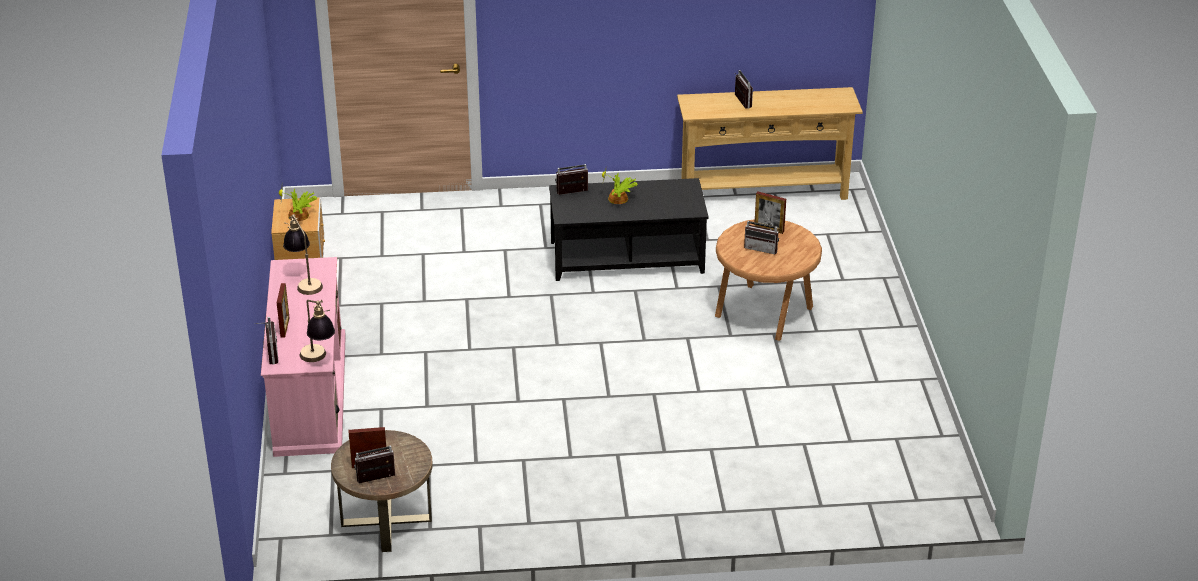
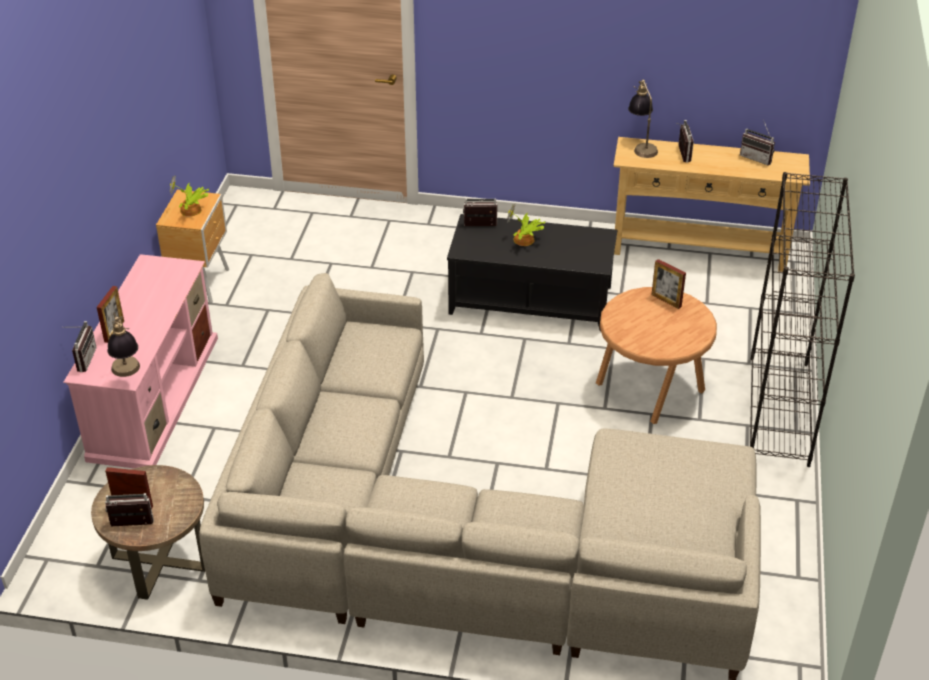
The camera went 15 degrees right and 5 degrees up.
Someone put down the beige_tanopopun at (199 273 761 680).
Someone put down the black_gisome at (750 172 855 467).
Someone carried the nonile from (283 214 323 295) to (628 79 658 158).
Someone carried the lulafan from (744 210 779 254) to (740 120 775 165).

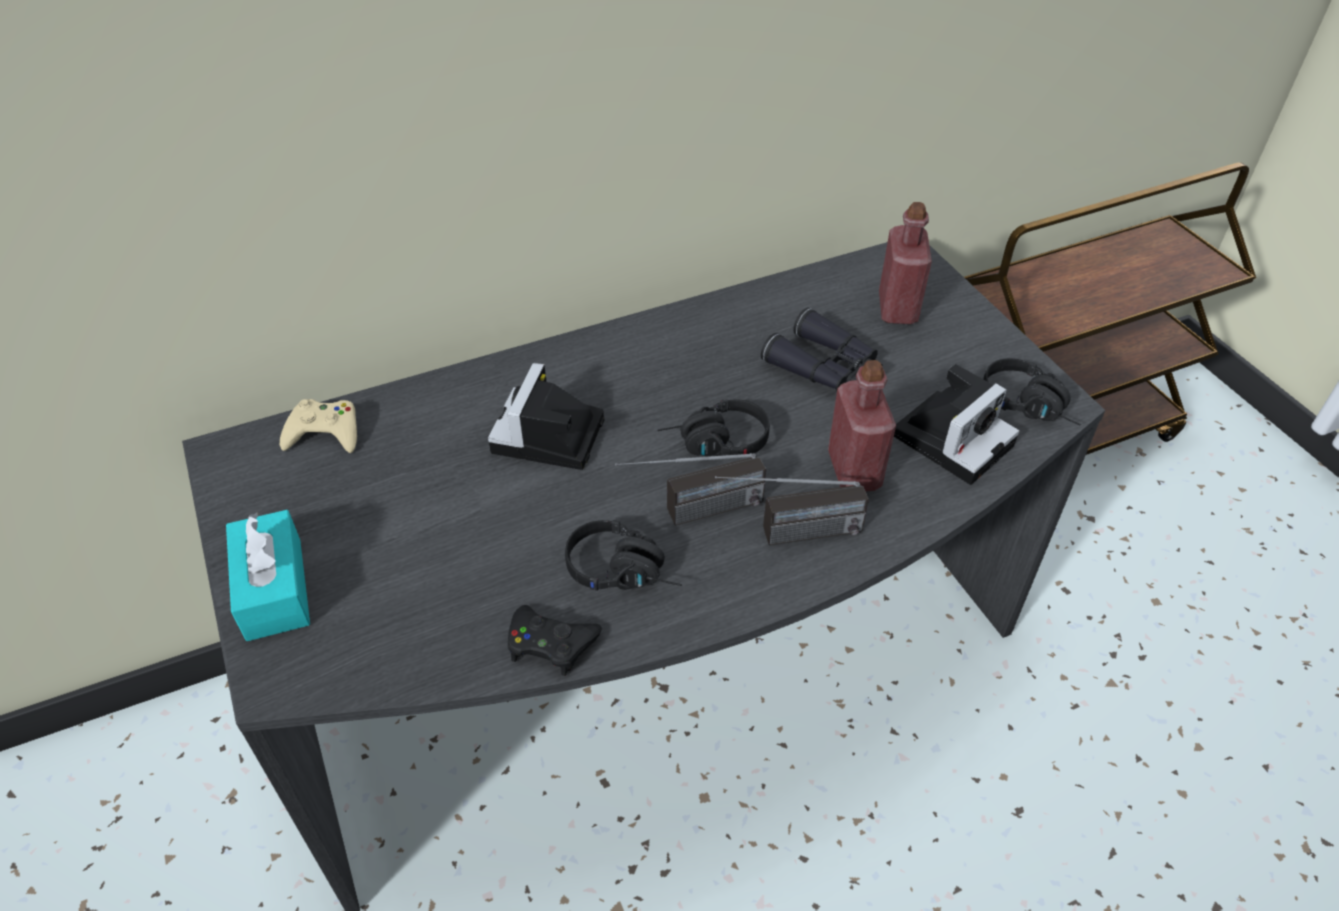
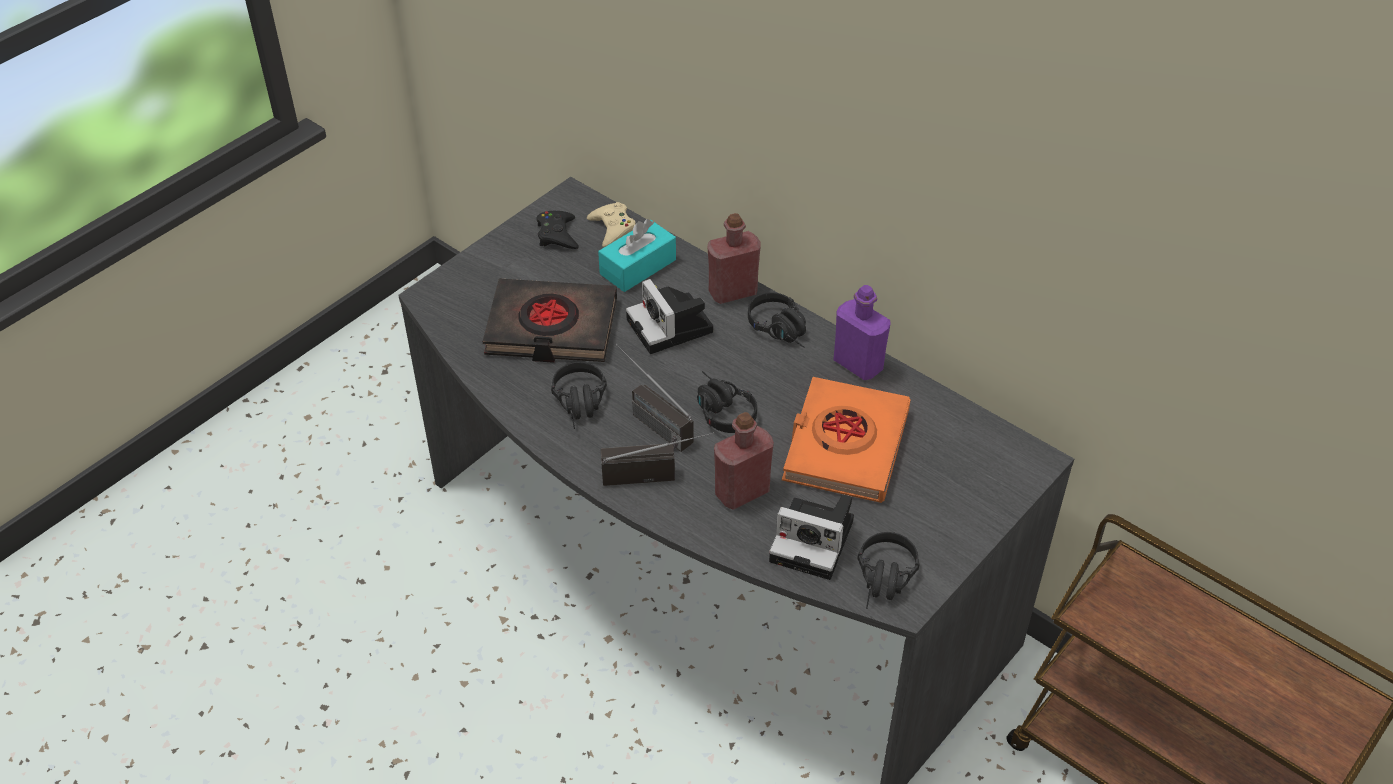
The camera went 65 degrees right and 0 degrees up.
Someone put down the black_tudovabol at (483 279 617 363).
Someone put down the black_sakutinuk at (748 292 806 348).
Someone put down the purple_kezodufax at (833 285 891 380).
Someone carried the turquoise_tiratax from (226 510 310 641) to (598 219 676 292).
Someone carried the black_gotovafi from (508 605 602 676) to (536 211 579 249).
Someone carried the red_kezodufax from (879 202 932 324) to (708 213 761 304).
Someone swapped the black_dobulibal at (761 308 882 391) for the orange_tudovabol at (782 377 911 503).
Someone rotated the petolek at (488 363 604 470) by 105 degrees counterclockwise.
Someone rotated the lulafan at (715 476 869 545) by 120 degrees clockwise.

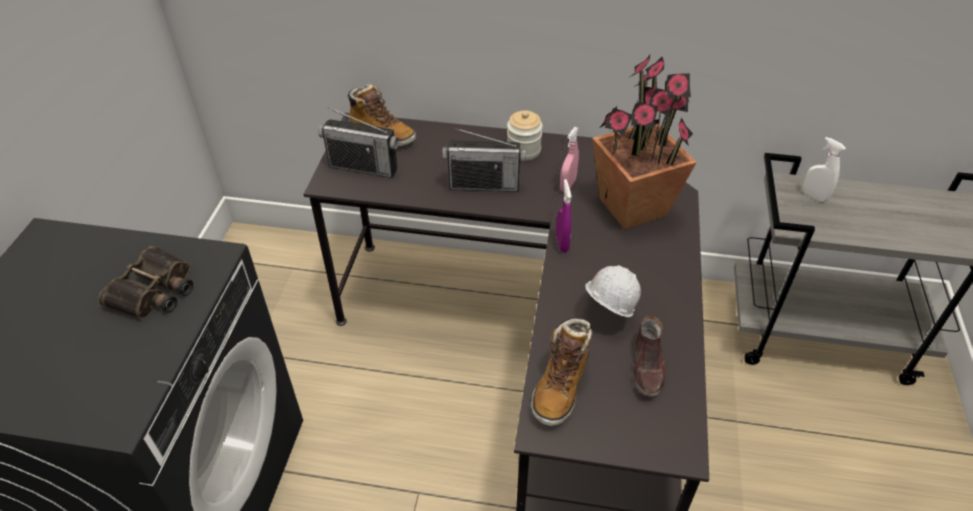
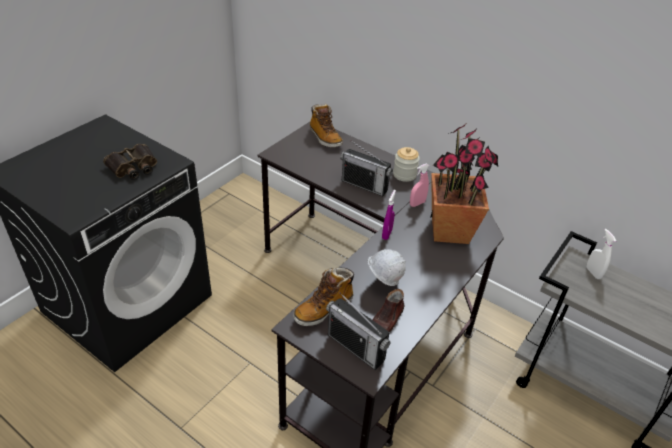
The camera went 25 degrees right and 5 degrees down.
Someone carried the lulafan from (318 107 399 178) to (326 292 391 370).

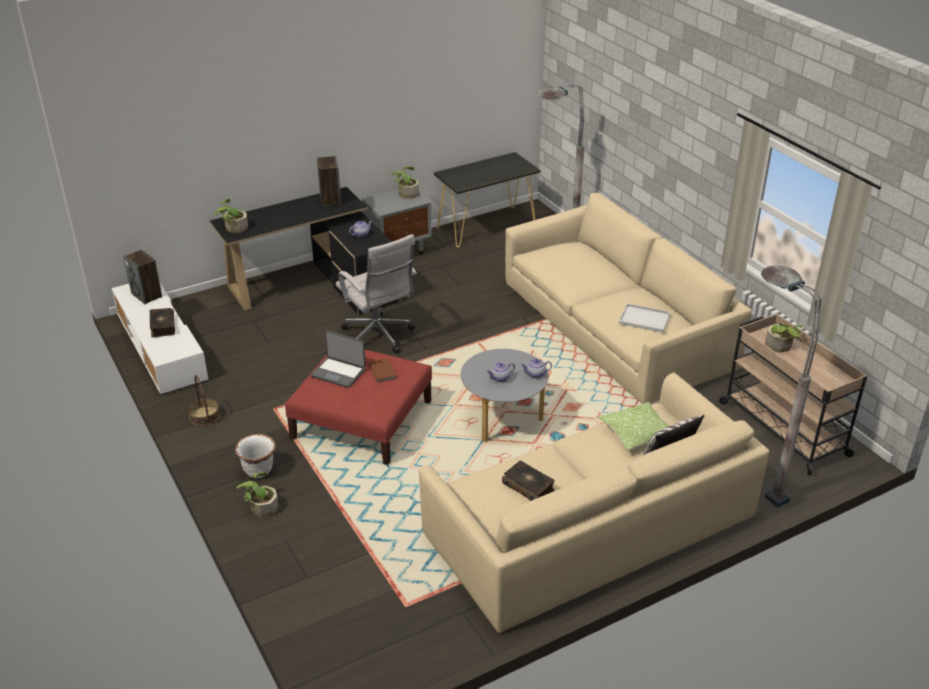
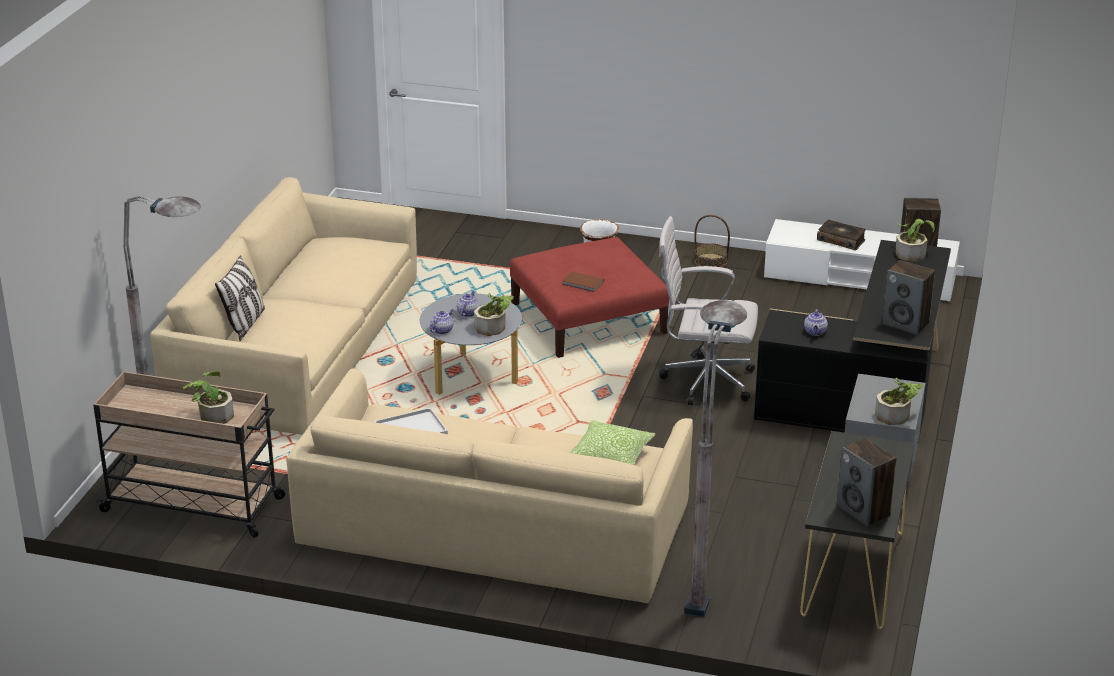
The camera went 135 degrees right and 5 degrees down.
Someone took away the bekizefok at (310 330 366 388).
Someone took away the tudovabol at (502 461 555 501).
Someone put down the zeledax at (837 438 896 527).
Someone carried the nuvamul from (237 472 279 518) to (474 293 514 336).
Someone carried the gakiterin from (598 402 669 450) to (570 420 655 465).

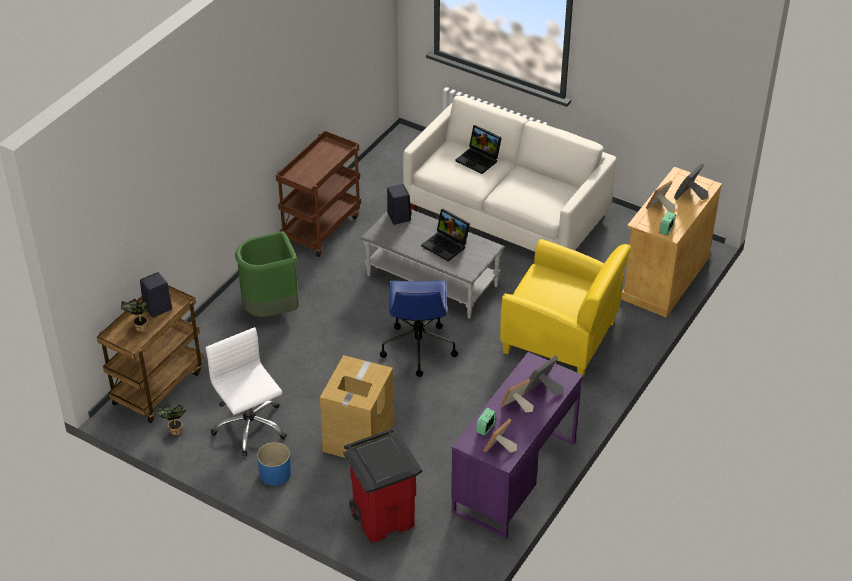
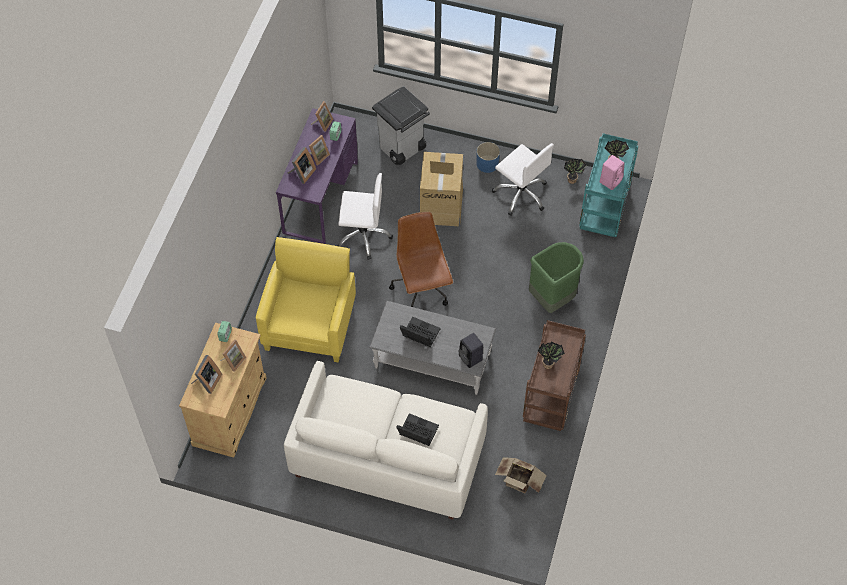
The camera went 165 degrees right and 15 degrees up.
Someone put down the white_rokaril at (337 173 393 260).
Someone put down the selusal at (495 457 547 493).
Someone put down the nuvamul at (538 341 565 369).
Someone repainted the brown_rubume at (97 285 204 423), which became the turquoise_rubume at (579 133 638 237).
Someone repainted the black_zeledax at (140 272 172 317), which became the pink_zeledax at (600 155 624 190).
Someone repainted the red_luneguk at (344 429 422 543), which became the grey_luneguk at (372 86 430 165).
Someone repainted the blue_rokaril at (380 280 458 377), which became the brown_rokaril at (389 212 453 307).
Someone rotated the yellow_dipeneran at (500 239 631 377) by 90 degrees clockwise.

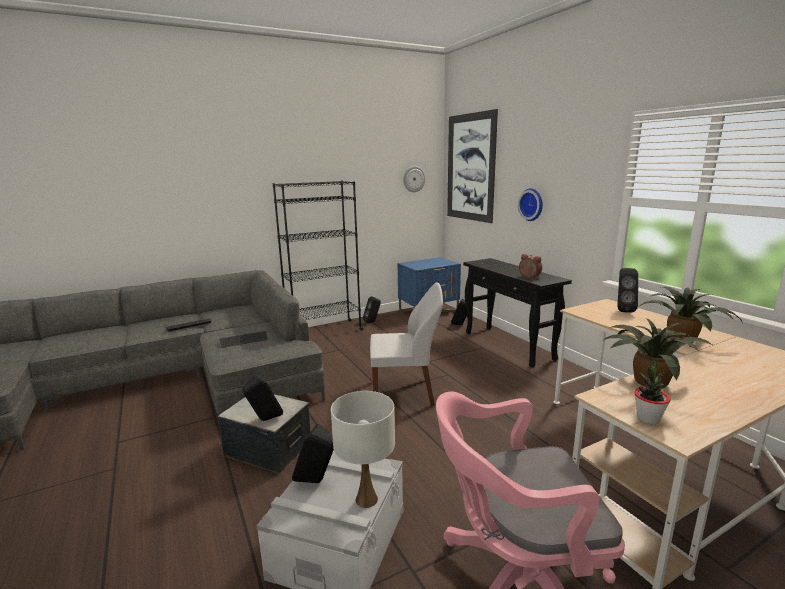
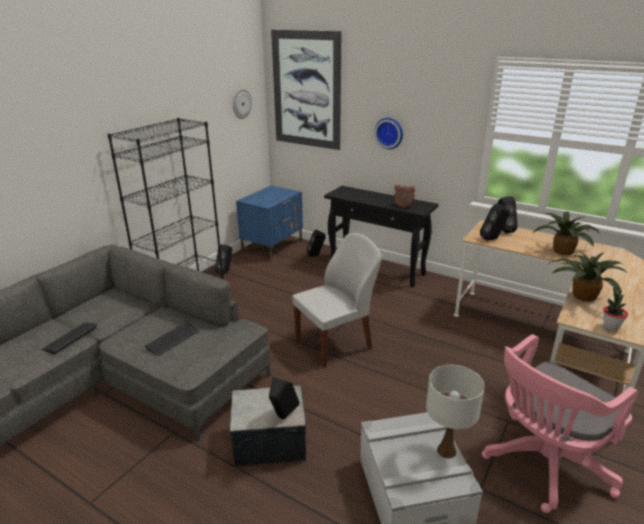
The camera went 30 degrees left and 10 degrees up.
Someone carried the black_zeledax from (292 424 334 483) to (480 203 510 241).

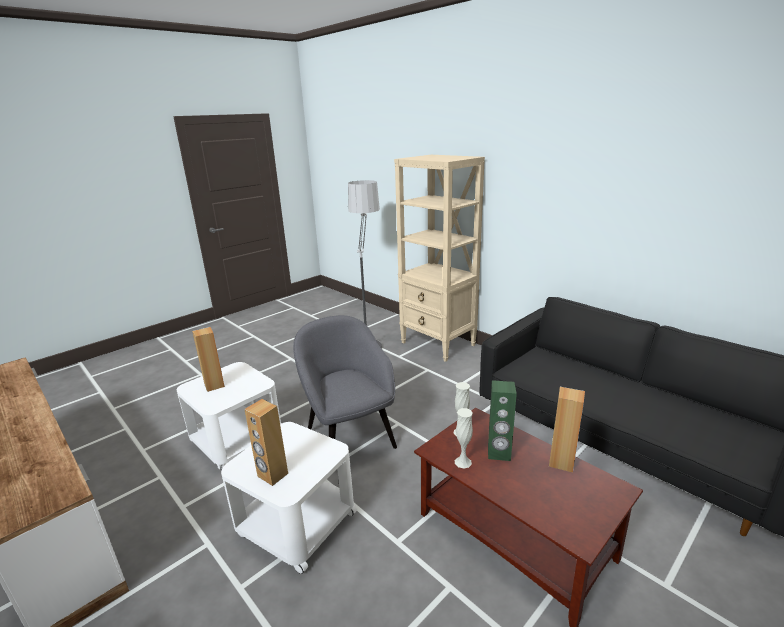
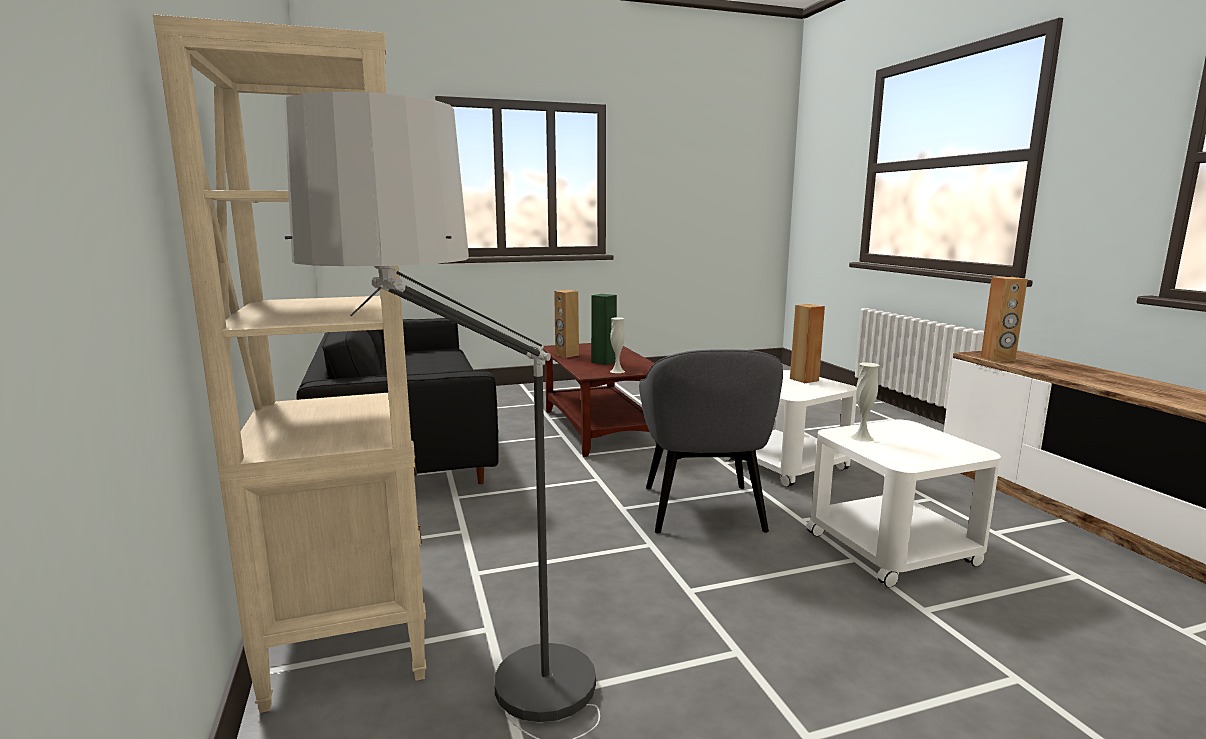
The camera went 155 degrees left and 10 degrees down.
Someone carried the brown_zeledax from (192 327 225 392) to (981 277 1028 361).
Someone carried the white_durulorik from (455 408 473 469) to (851 362 880 442).

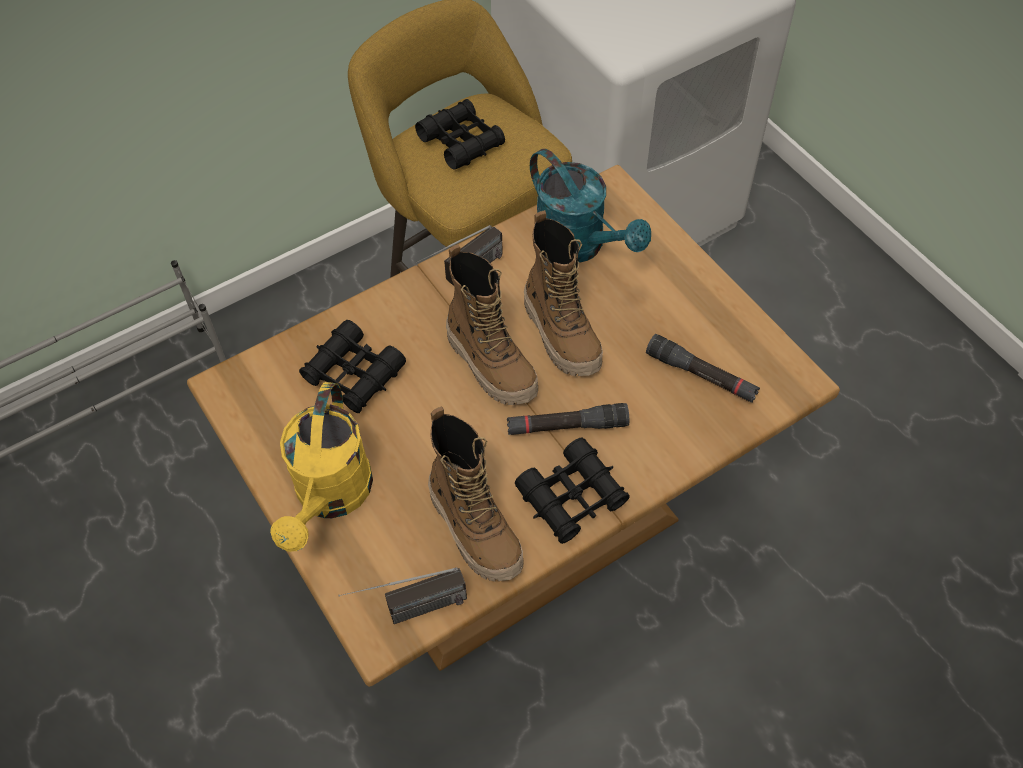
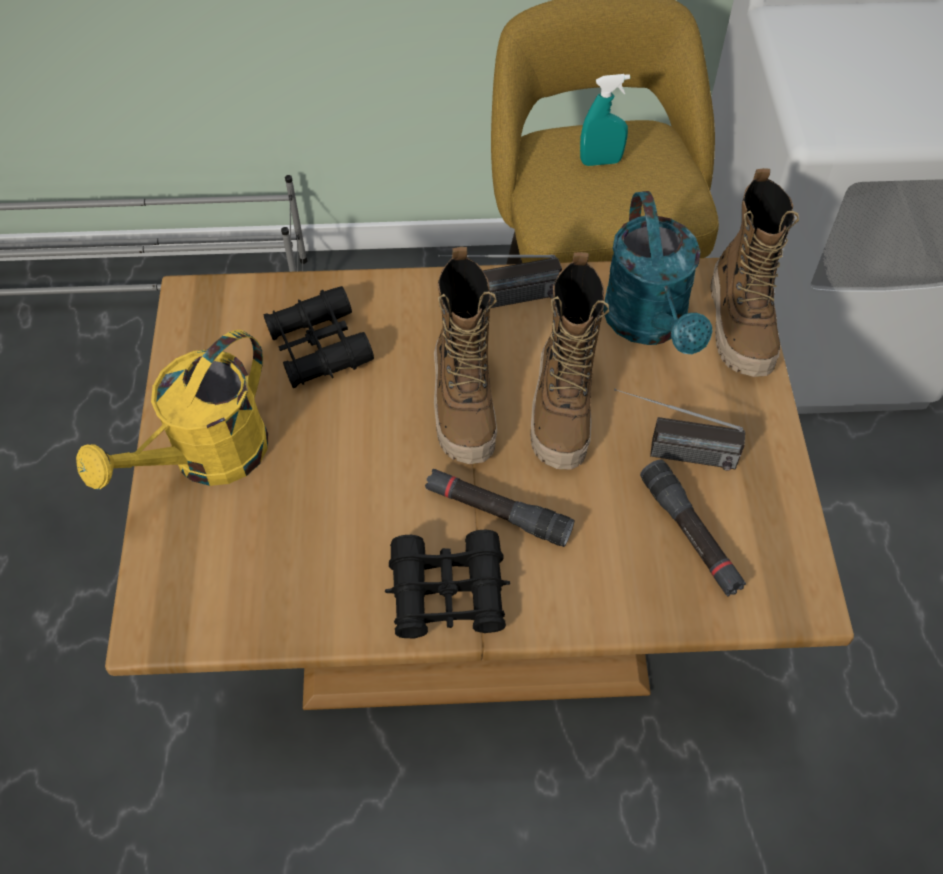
The camera went 30 degrees right and 0 degrees up.
Someone carried the lulafan from (338 567 467 624) to (614 389 745 471).
Someone carried the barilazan from (428 406 524 581) to (711 168 799 377).
Someone swapped the black_dobulibal at (415 99 505 170) for the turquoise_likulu at (580 74 630 166).

